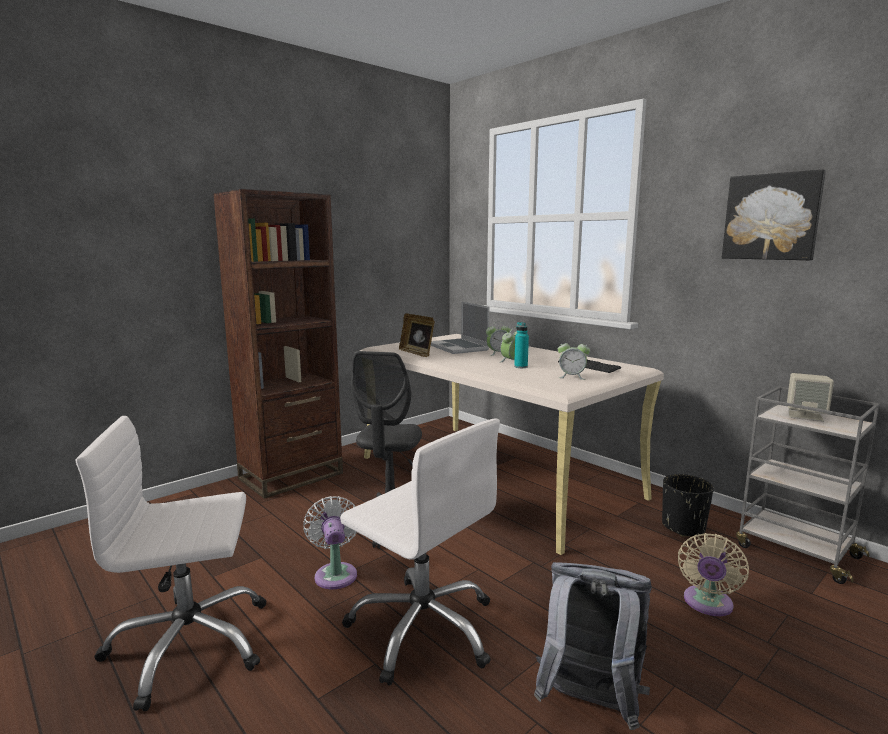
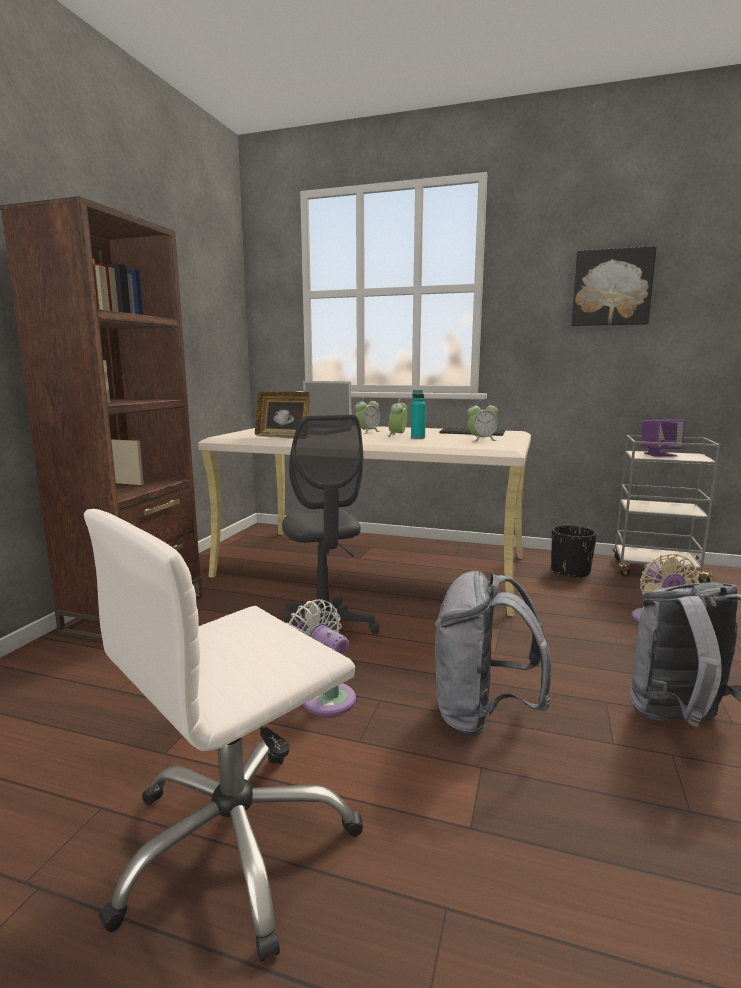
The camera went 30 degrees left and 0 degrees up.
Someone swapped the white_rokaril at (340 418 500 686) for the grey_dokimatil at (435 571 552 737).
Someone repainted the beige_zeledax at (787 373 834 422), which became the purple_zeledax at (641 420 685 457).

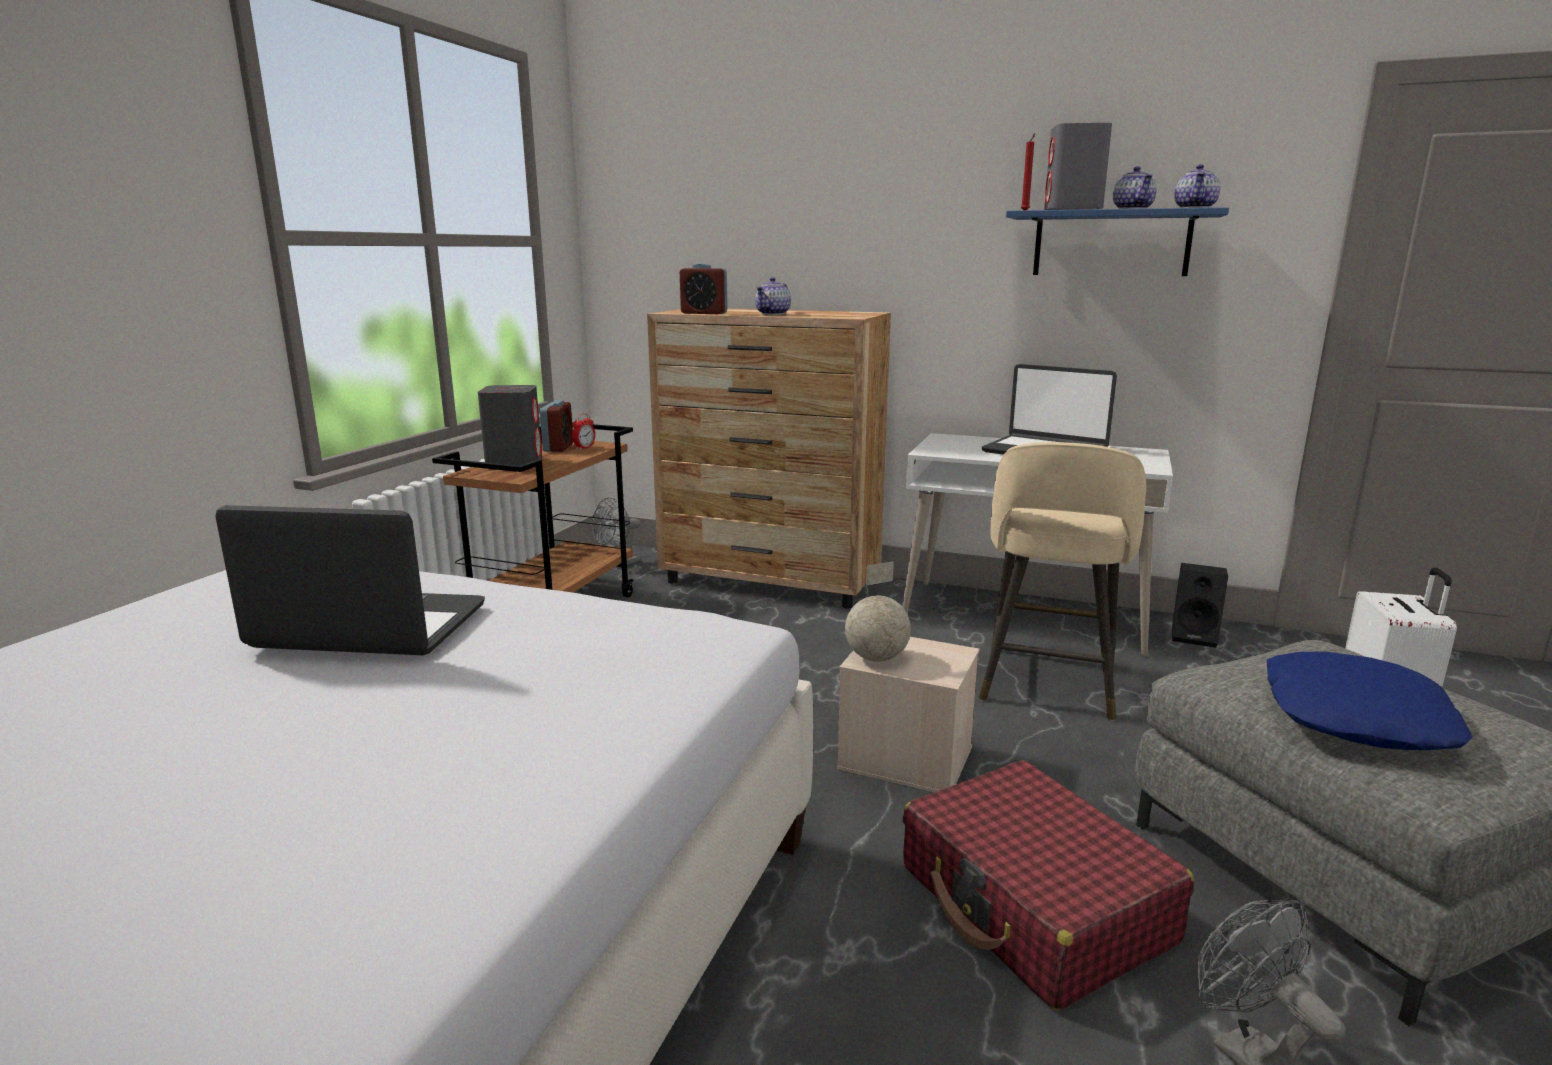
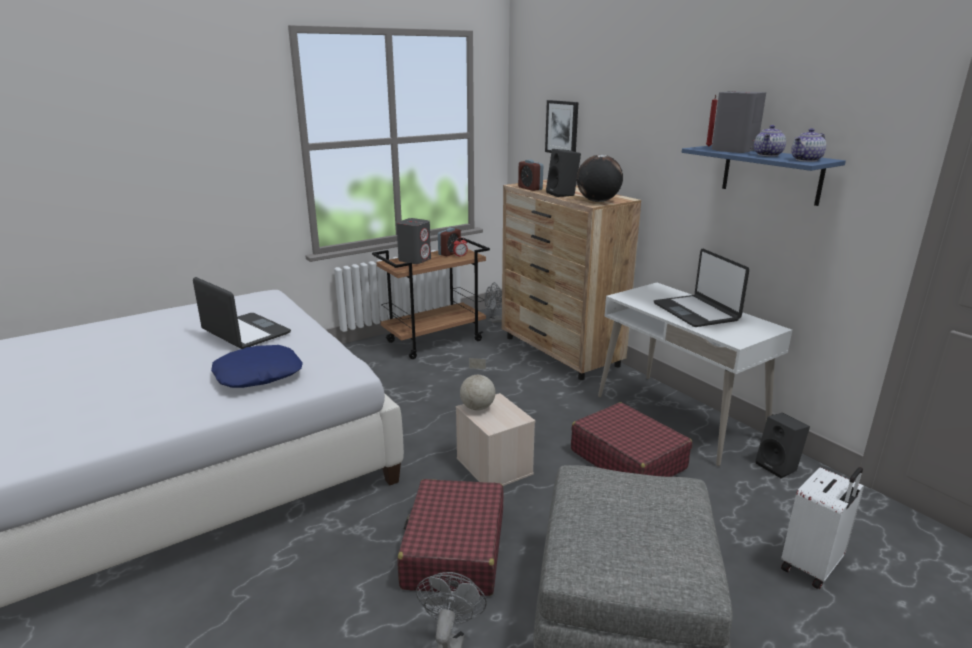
The camera went 35 degrees right and 5 degrees up.
Someone put up the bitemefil at (545 100 578 153).
Someone put down the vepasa at (577 155 623 202).
Someone carried the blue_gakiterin from (1267 651 1473 750) to (211 345 303 388).
Someone swapped the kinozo at (755 277 791 315) for the black_zeledax at (546 149 581 197).
Someone swapped the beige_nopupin at (979 442 1146 720) for the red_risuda at (571 402 692 477).

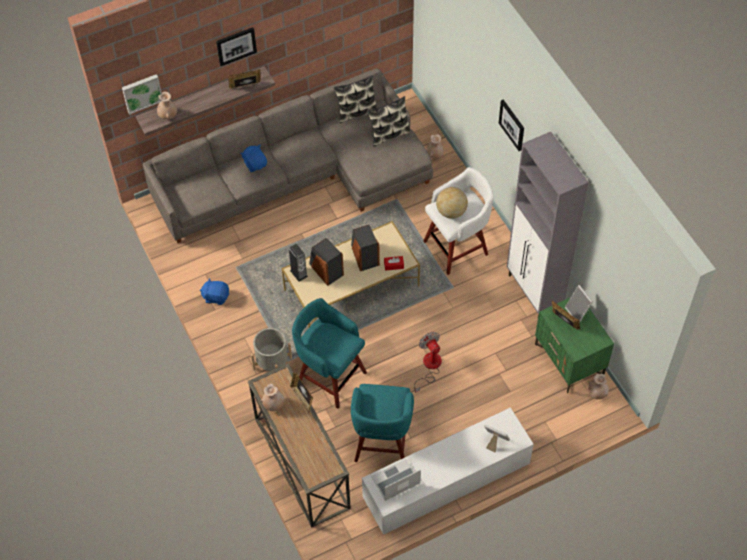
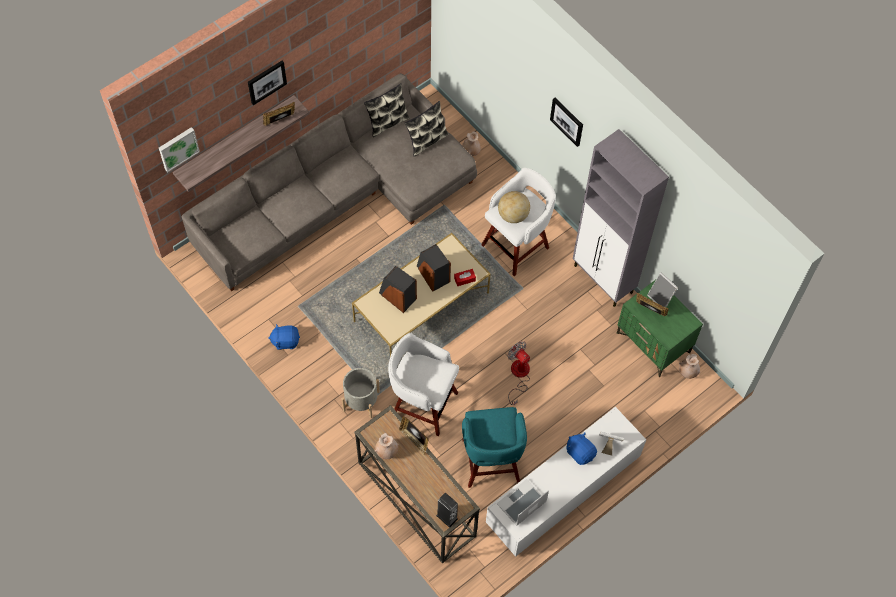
The camera went 15 degrees left and 5 degrees up.
Someone took away the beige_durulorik at (157 92 177 119).
Someone carried the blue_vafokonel from (240 145 267 172) to (567 432 597 465).
Someone carried the zeledax from (289 244 308 282) to (436 493 458 528).
Someone repainted the turquoise_nopupin at (292 298 367 409), which became the white_nopupin at (388 333 459 436).

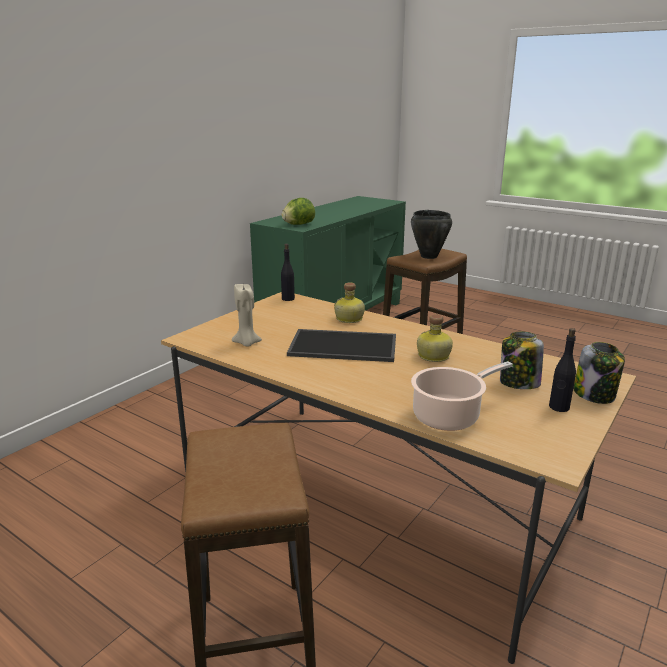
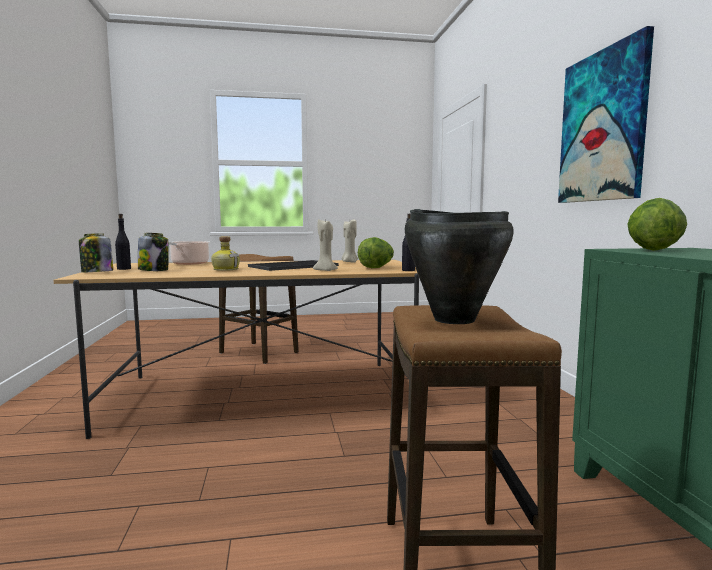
The camera went 135 degrees right and 15 degrees down.
Someone put down the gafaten at (358 237 394 268).
Someone put up the bitemefil at (558 26 654 203).
Someone swapped the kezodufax at (334 283 365 323) for the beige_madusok at (313 218 338 271).

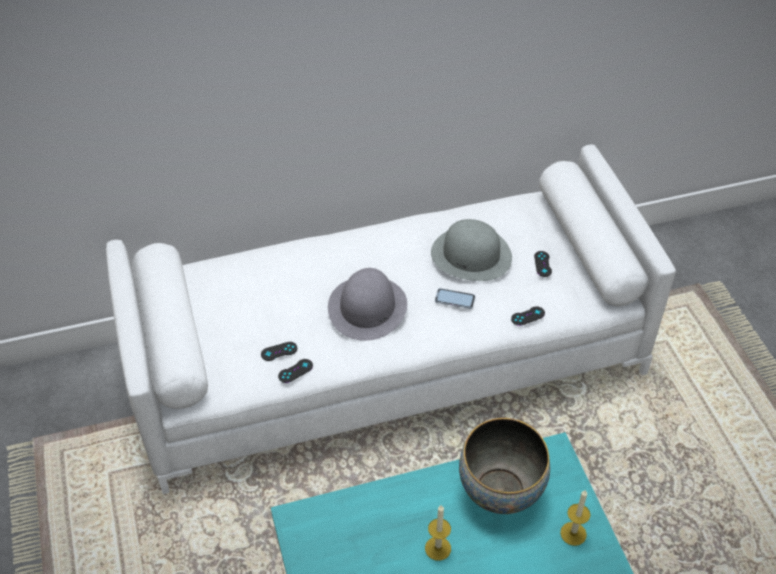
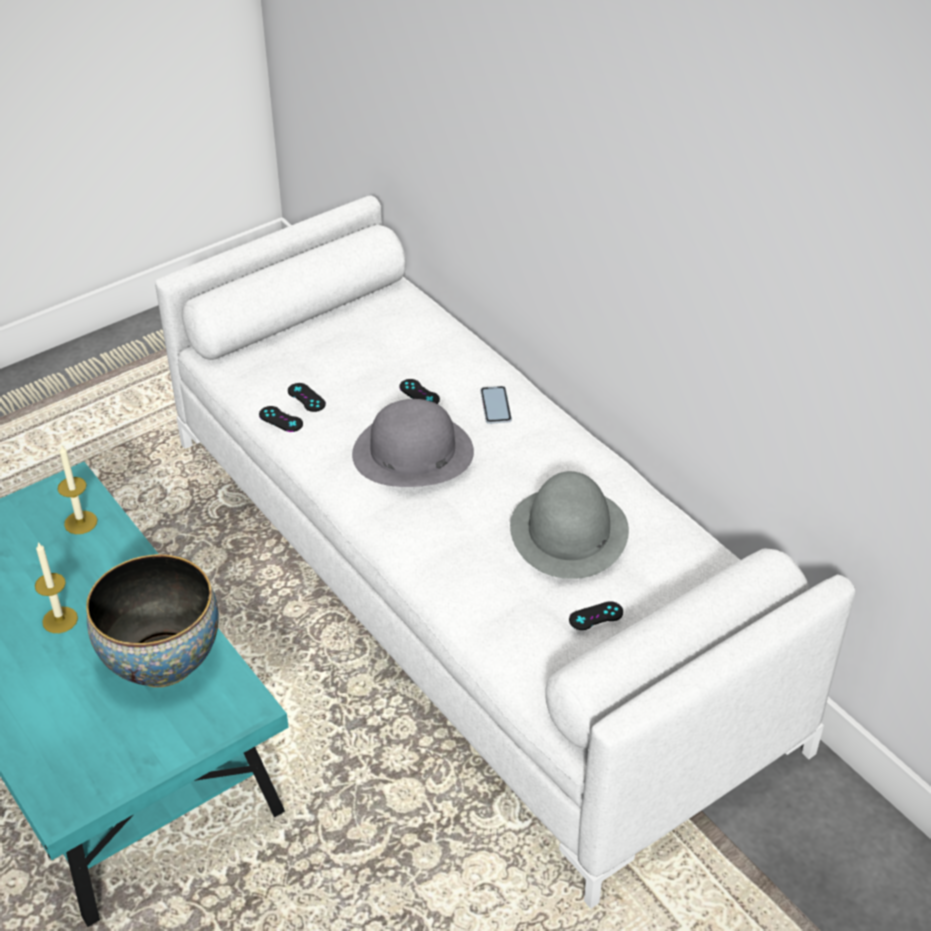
The camera went 70 degrees right and 5 degrees down.
Someone carried the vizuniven from (435 288 475 309) to (480 386 512 424).
Someone carried the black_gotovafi from (511 306 545 326) to (399 379 440 404).
Someone carried the madusok from (560 490 590 546) to (58 444 97 534).

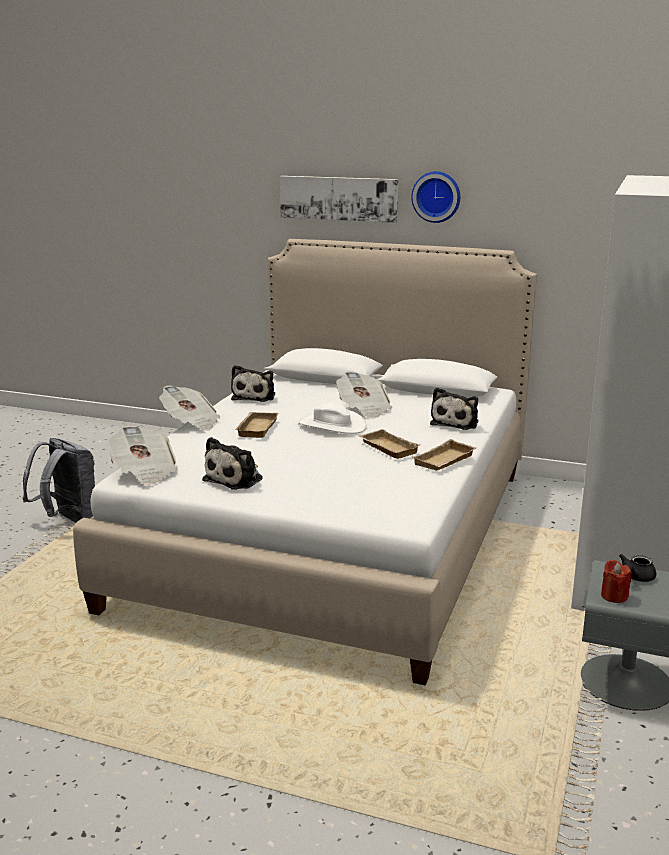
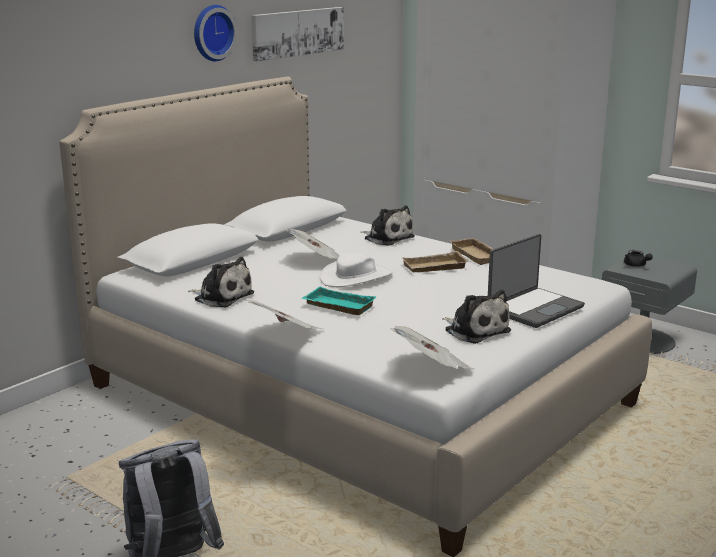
The camera went 70 degrees left and 0 degrees up.
Someone took away the red_madusok at (601 560 632 603).
Someone put down the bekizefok at (488 234 585 328).
Someone carried the bitemefil from (280 176 398 223) to (251 7 344 62).
Someone repainted the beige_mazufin at (235 412 278 438), which became the turquoise_mazufin at (301 287 377 315).

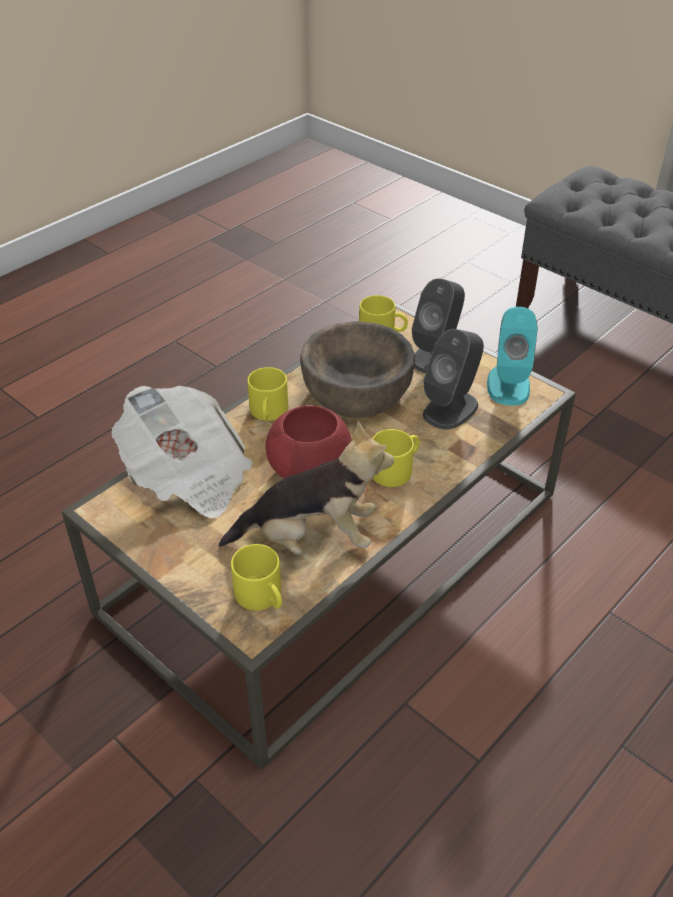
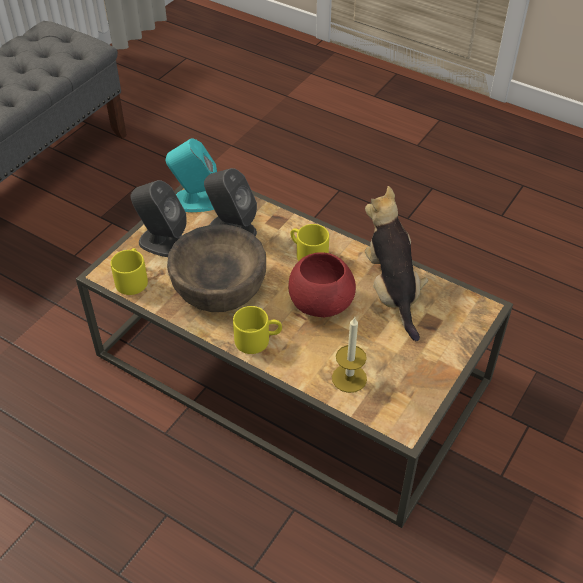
The camera went 100 degrees left and 5 degrees up.
Someone took away the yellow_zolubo at (231 544 282 610).
Someone swapped the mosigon at (112 386 253 518) for the madusok at (332 316 367 393).

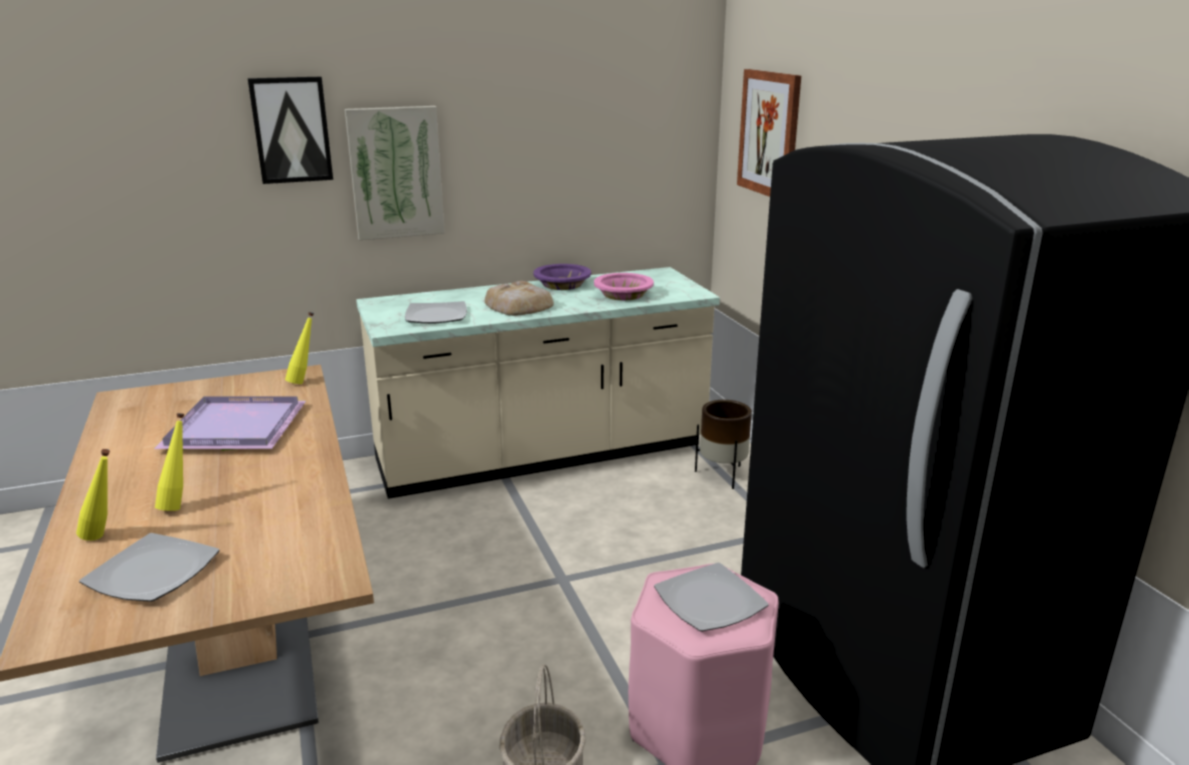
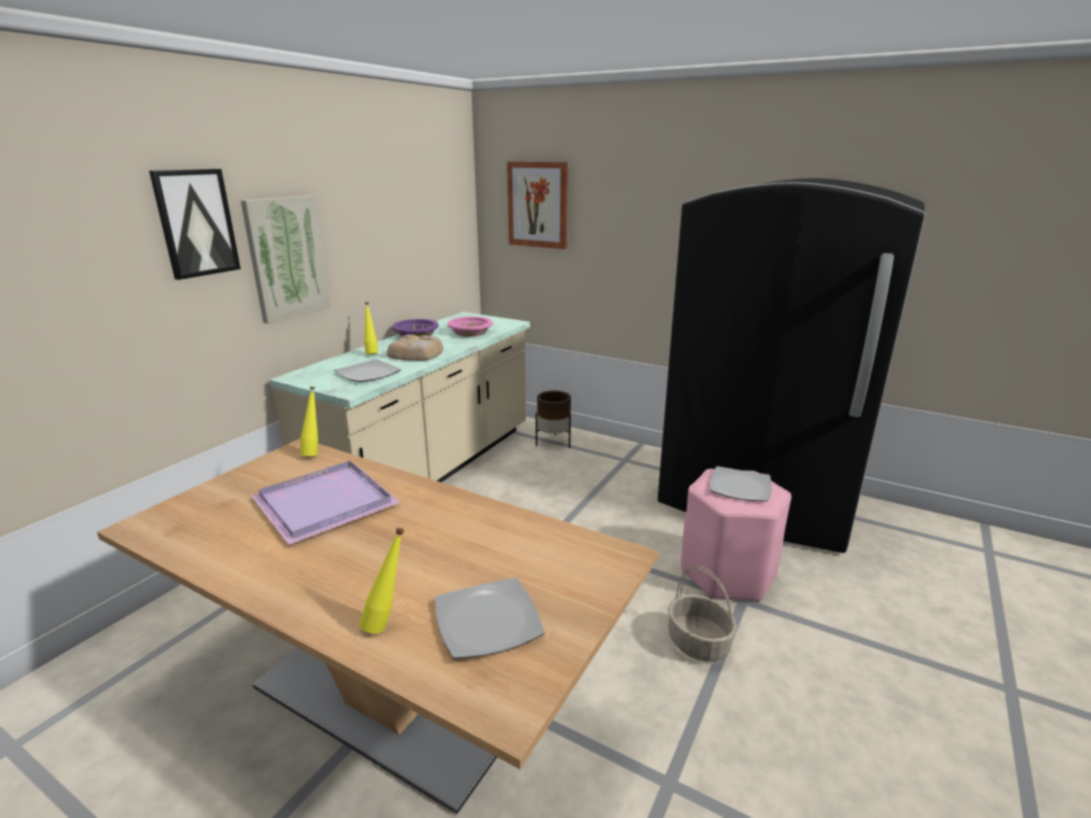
The camera went 40 degrees left and 0 degrees up.
Someone carried the yellow_kezodufax from (155 413 184 511) to (364 302 378 354).

